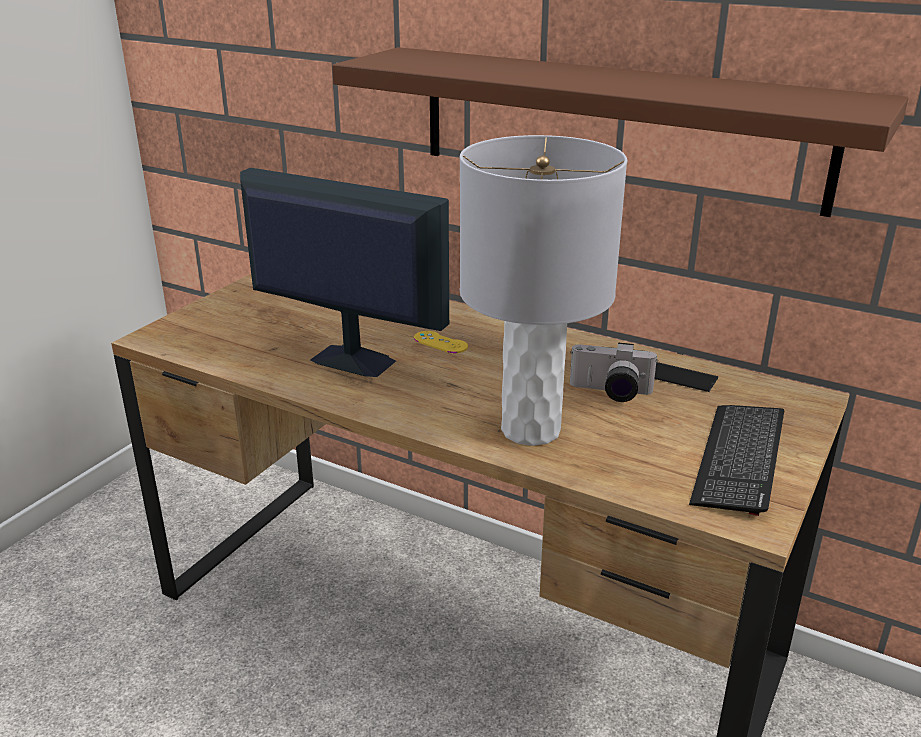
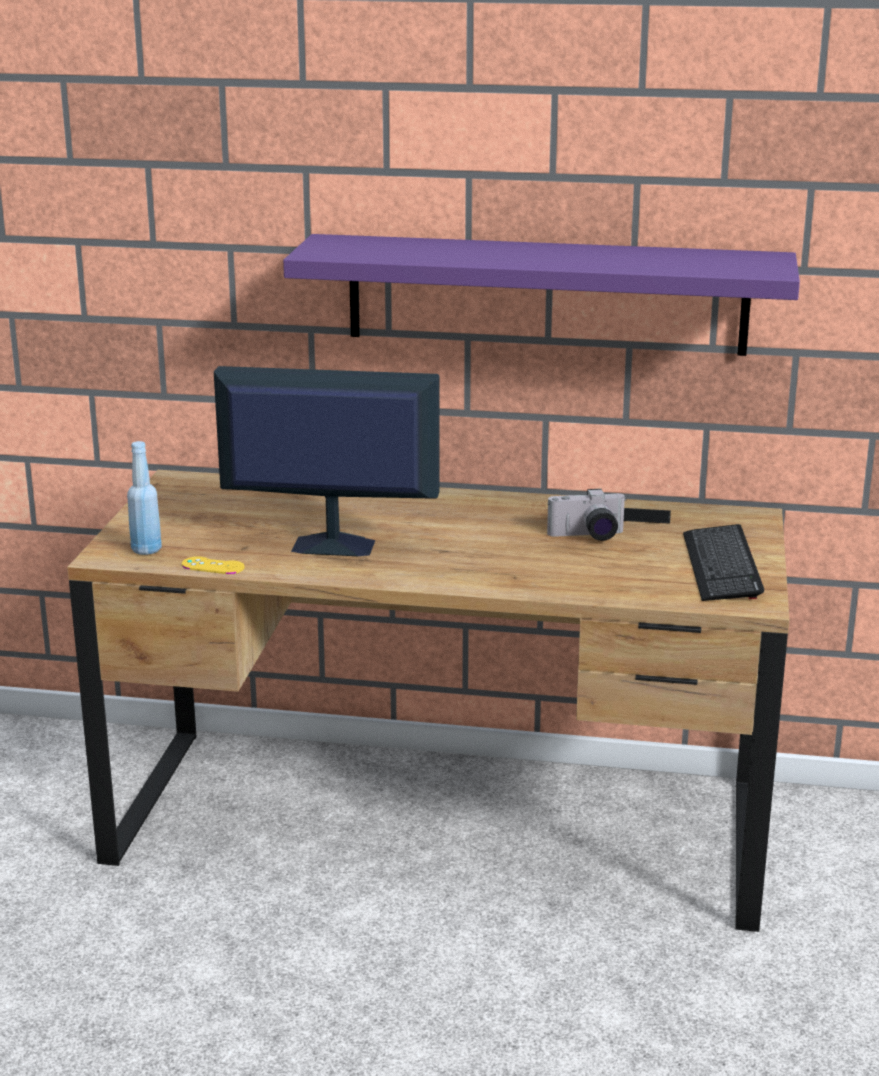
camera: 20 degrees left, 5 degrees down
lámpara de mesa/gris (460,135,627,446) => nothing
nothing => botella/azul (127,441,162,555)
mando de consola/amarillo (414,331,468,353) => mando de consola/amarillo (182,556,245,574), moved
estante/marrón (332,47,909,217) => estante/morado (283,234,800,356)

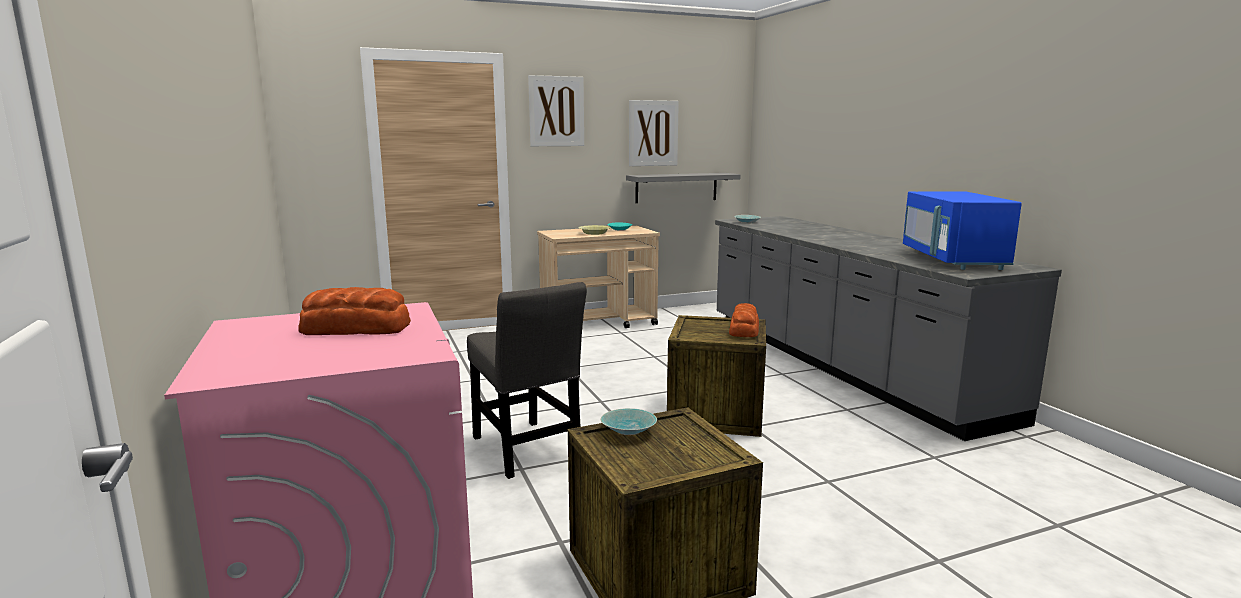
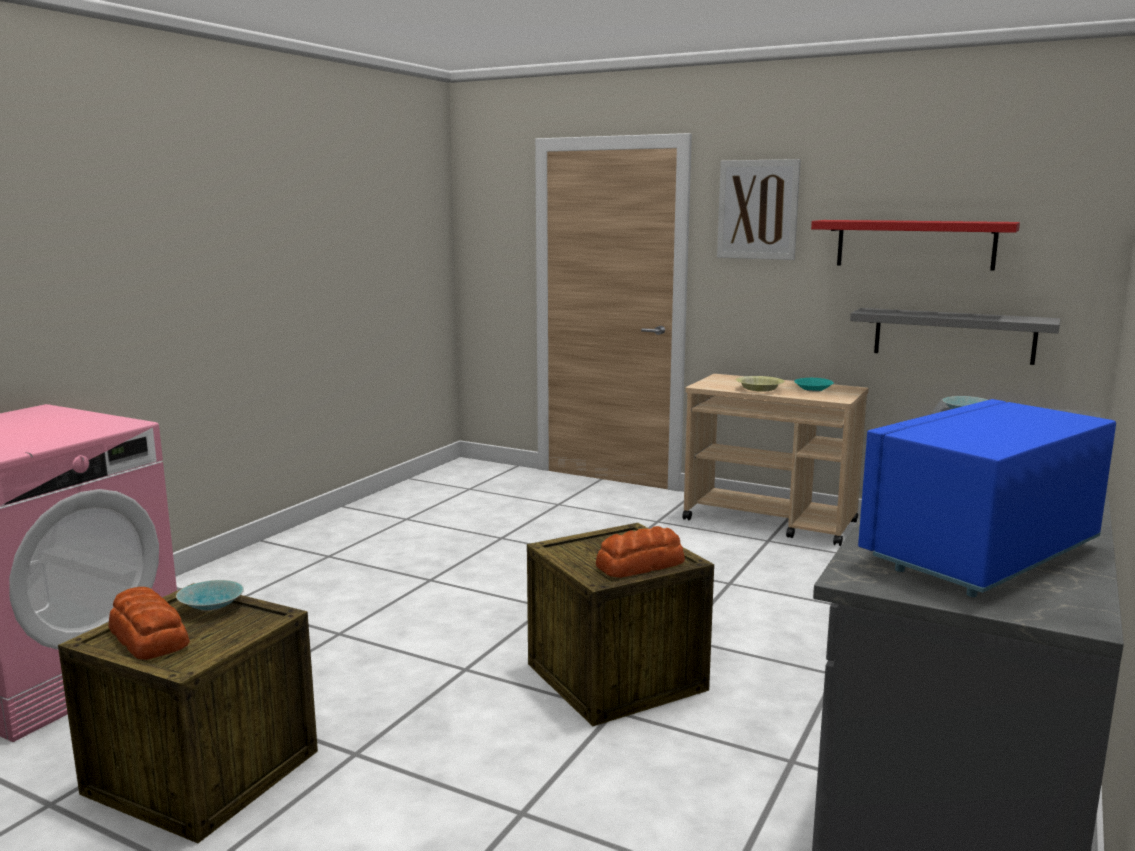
camera: 50 degrees right, 0 degrees up
silla/gris (467,282,587,479) => nothing
pan (298,287,411,335) => pan (109,587,190,660), moved
cuadro (629,100,679,166) => estante/rojo (811,220,1020,271)

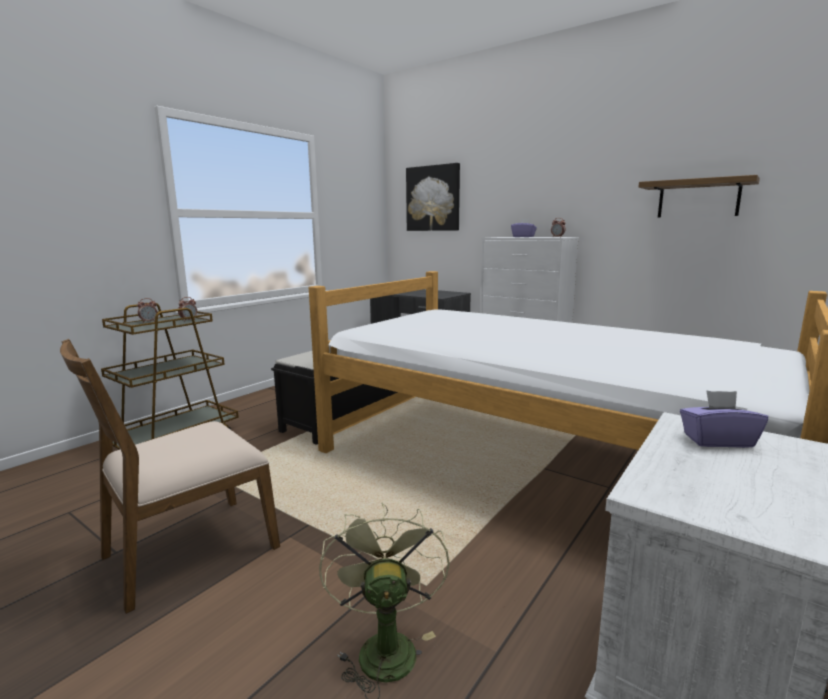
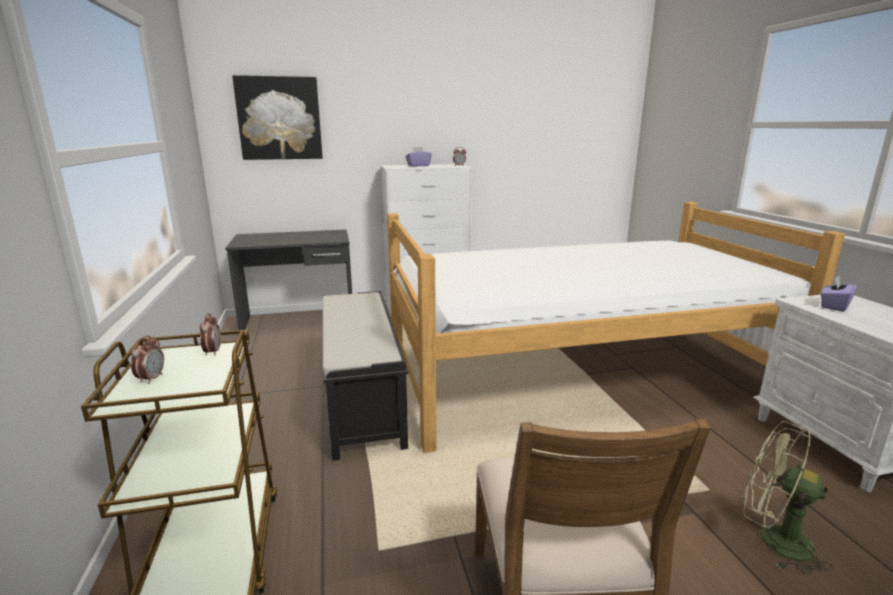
camera: 50 degrees left, 5 degrees up
estante (639,175,760,217) => nothing

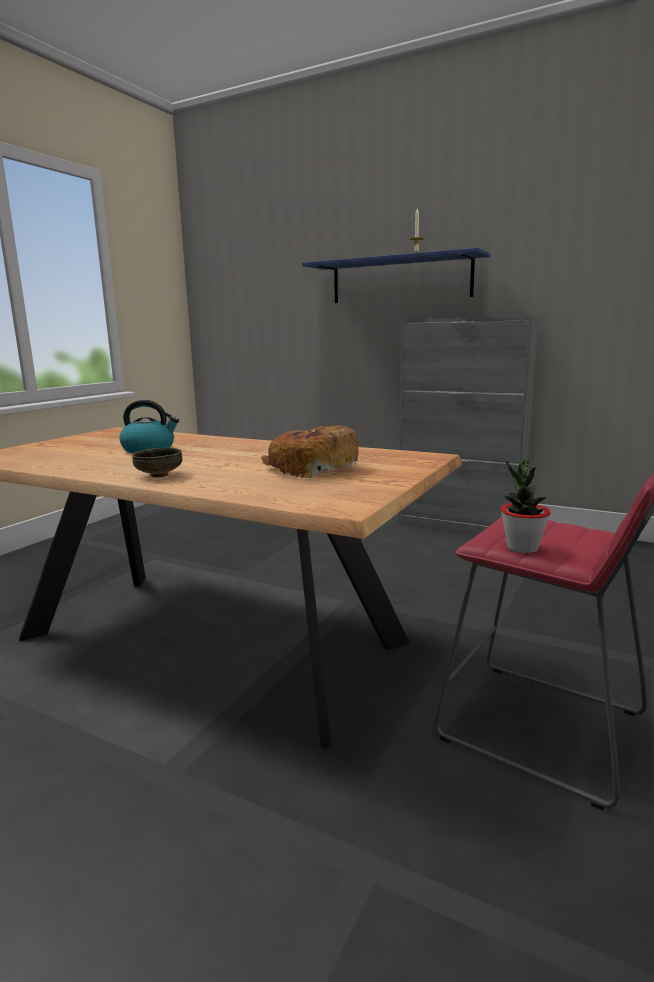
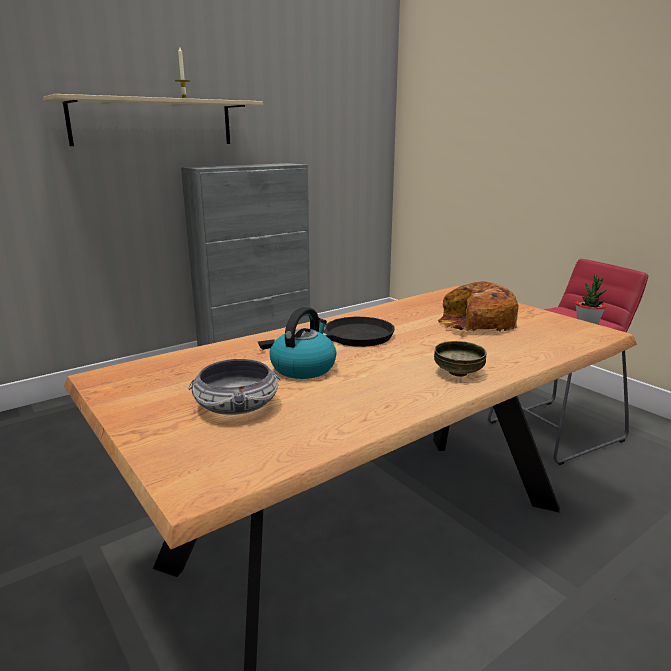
camera: 65 degrees left, 5 degrees up
nothing => cuenco (188,359,281,415)
nothing => sartén/negro (258,317,395,350)
estante/azul (302,248,490,303) => estante/beis (43,94,263,146)

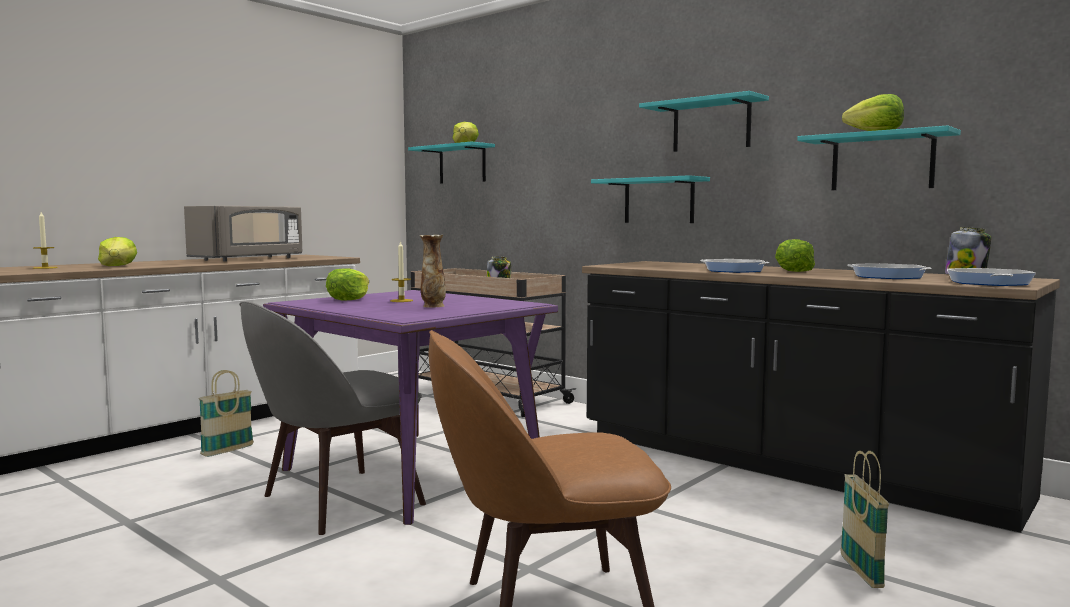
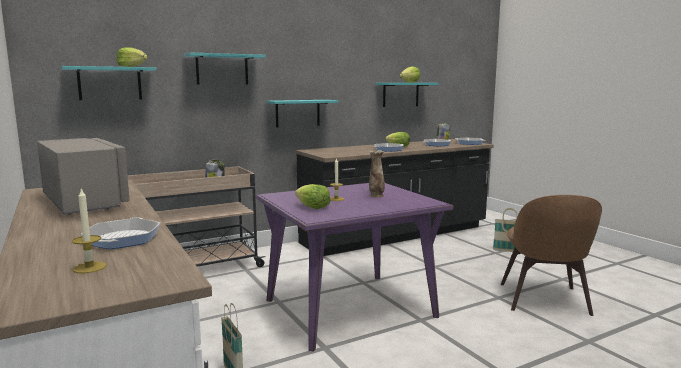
camera: 70 degrees left, 5 degrees up
silla/gris (239,301,426,535) => nothing
estante/turquesa (639,91,769,152) => estante/turquesa (184,52,266,84), moved
lechuga (98,237,137,266) => sartén (81,217,160,249)

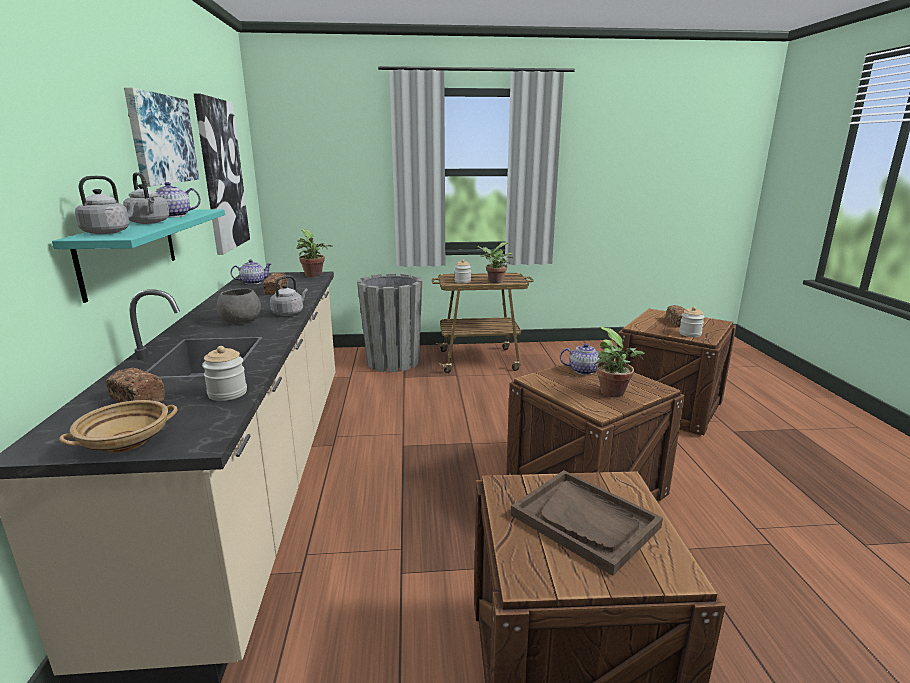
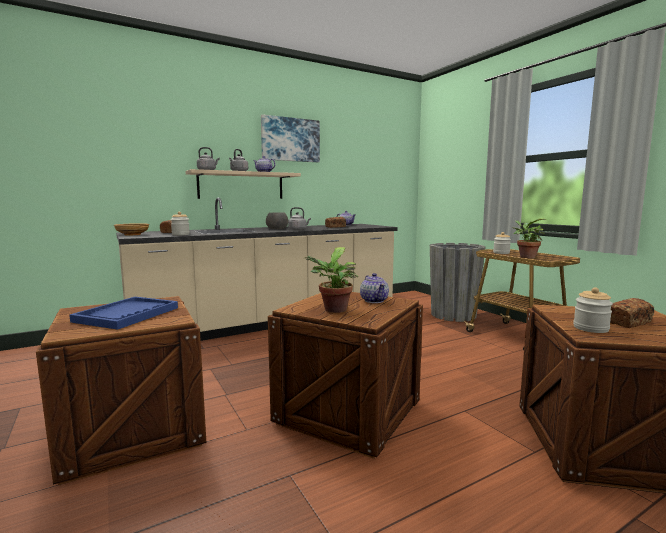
camera: 65 degrees right, 10 degrees down
cuadro (194,94,250,255) => nothing
planta en maceta (296,229,333,277) => nothing
estante/turquesa (52,209,225,303) => estante/beis (186,169,301,199)
bandeja/marrón (511,470,663,576) => bandeja/azul (69,297,178,330)

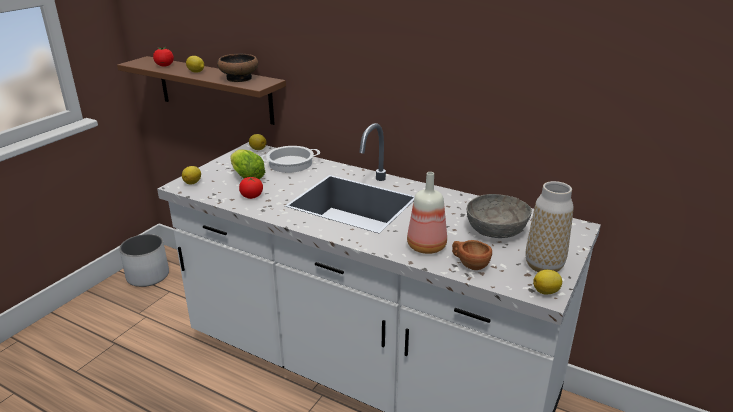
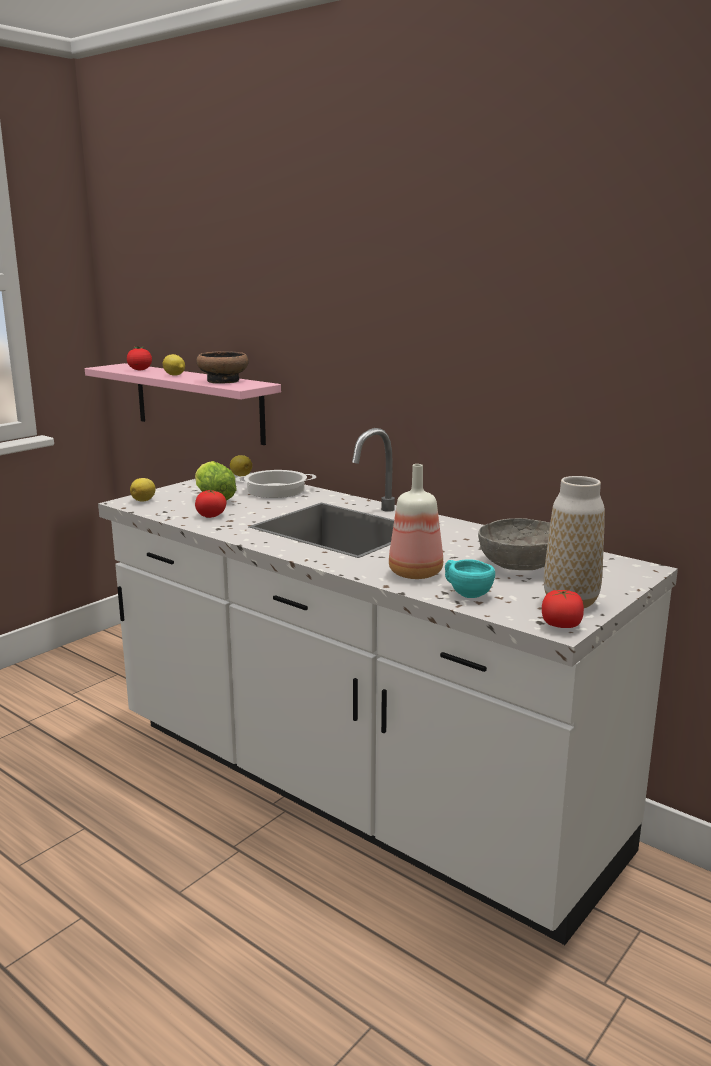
camera: 10 degrees right, 10 degrees down
maceta/blanco (119,234,169,287) => nothing
limón (533,270,562,294) => tomate (542,589,584,628)
estante/marrón (117,56,286,125) => estante/rosa (85,363,281,445)
taza/marrón (452,240,492,270) => taza/turquesa (445,559,495,598)

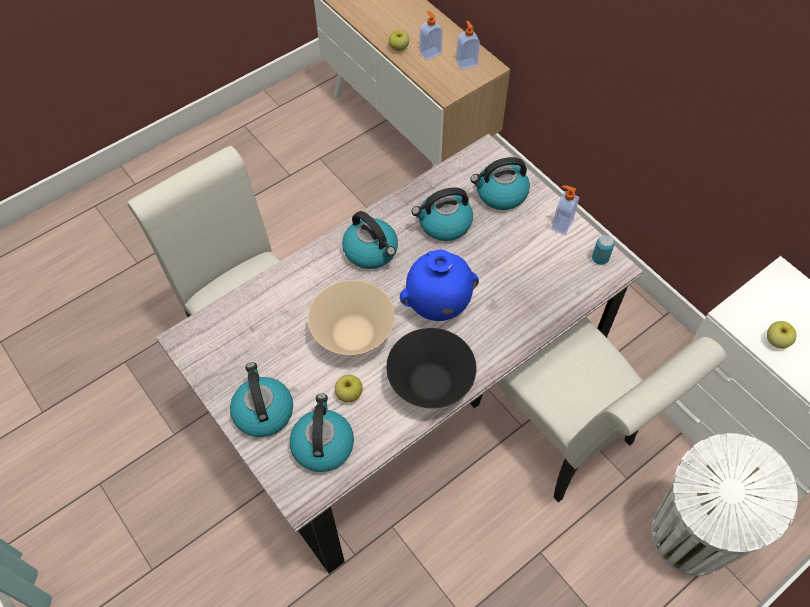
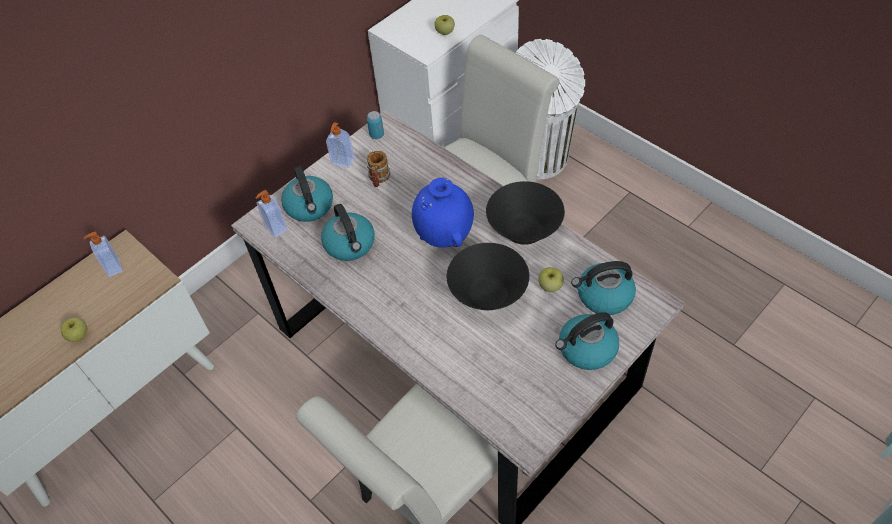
camera: 95 degrees left, 5 degrees down
hervidor (342,211,398,269) => nothing
nothing => taza grande (367,151,390,187)
dispensador de jabón (419,11,443,60) => dispensador de jabón (255,190,288,238), moved
cuenco/beis (308,280,395,355) => cuenco/negro (447,243,529,310)

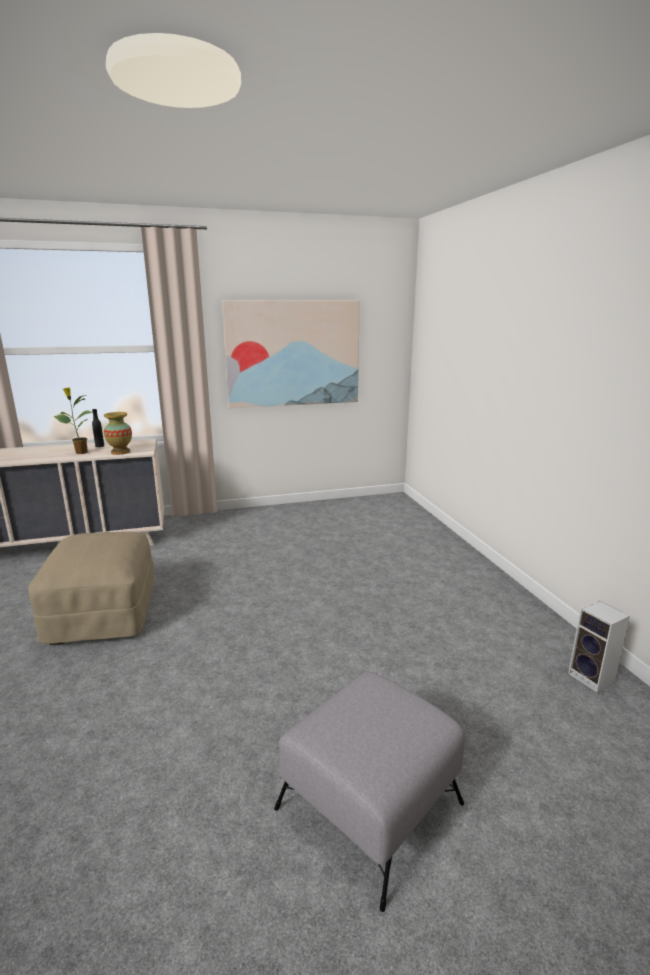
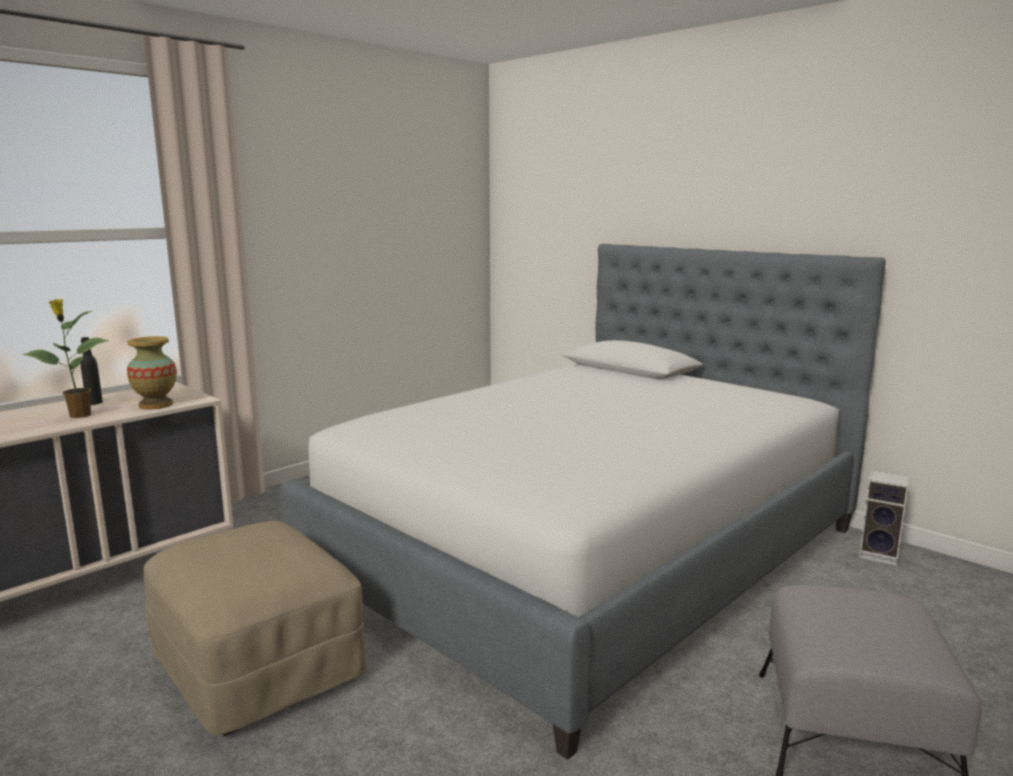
camera: 30 degrees left, 5 degrees down
cuadro (222,300,360,408) => nothing
nothing => cama (280,244,886,760)

